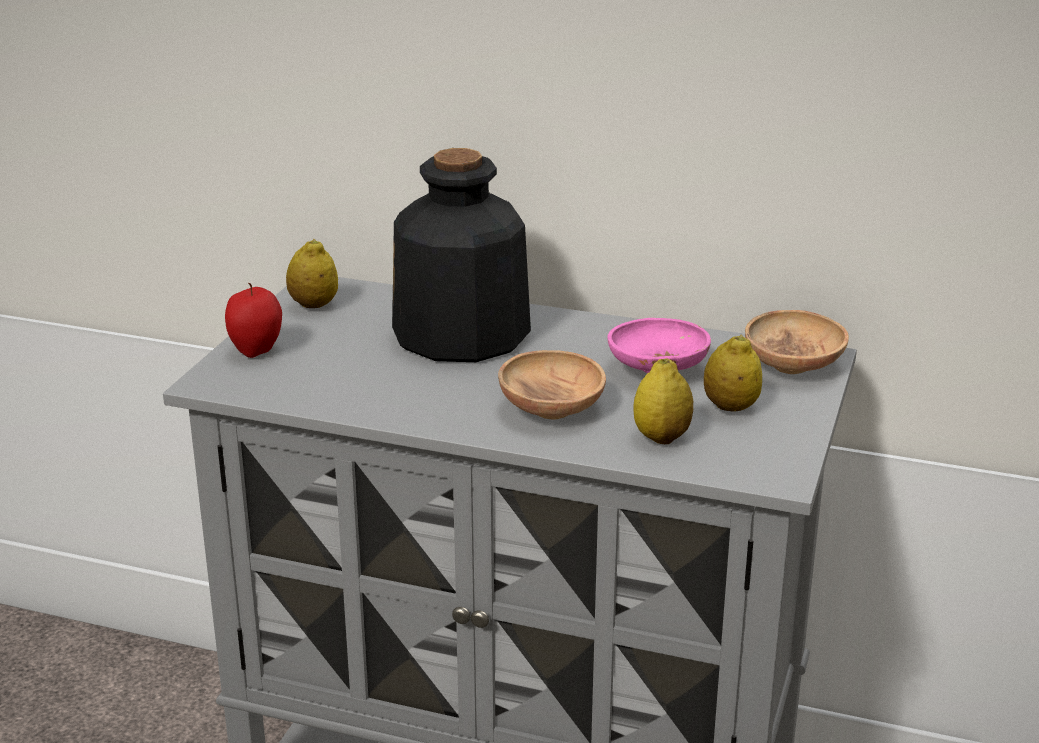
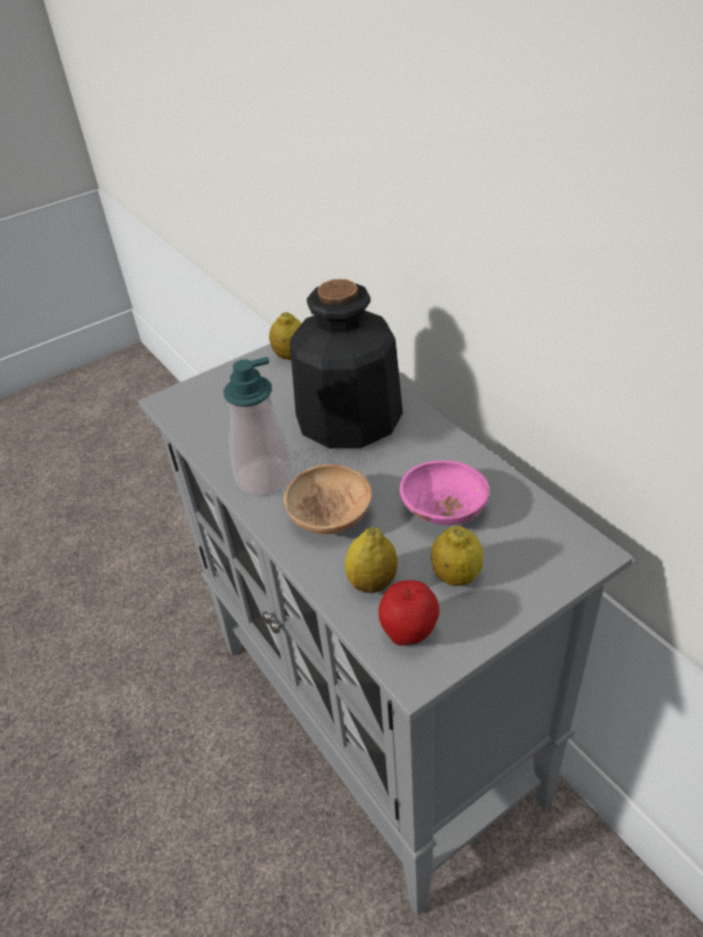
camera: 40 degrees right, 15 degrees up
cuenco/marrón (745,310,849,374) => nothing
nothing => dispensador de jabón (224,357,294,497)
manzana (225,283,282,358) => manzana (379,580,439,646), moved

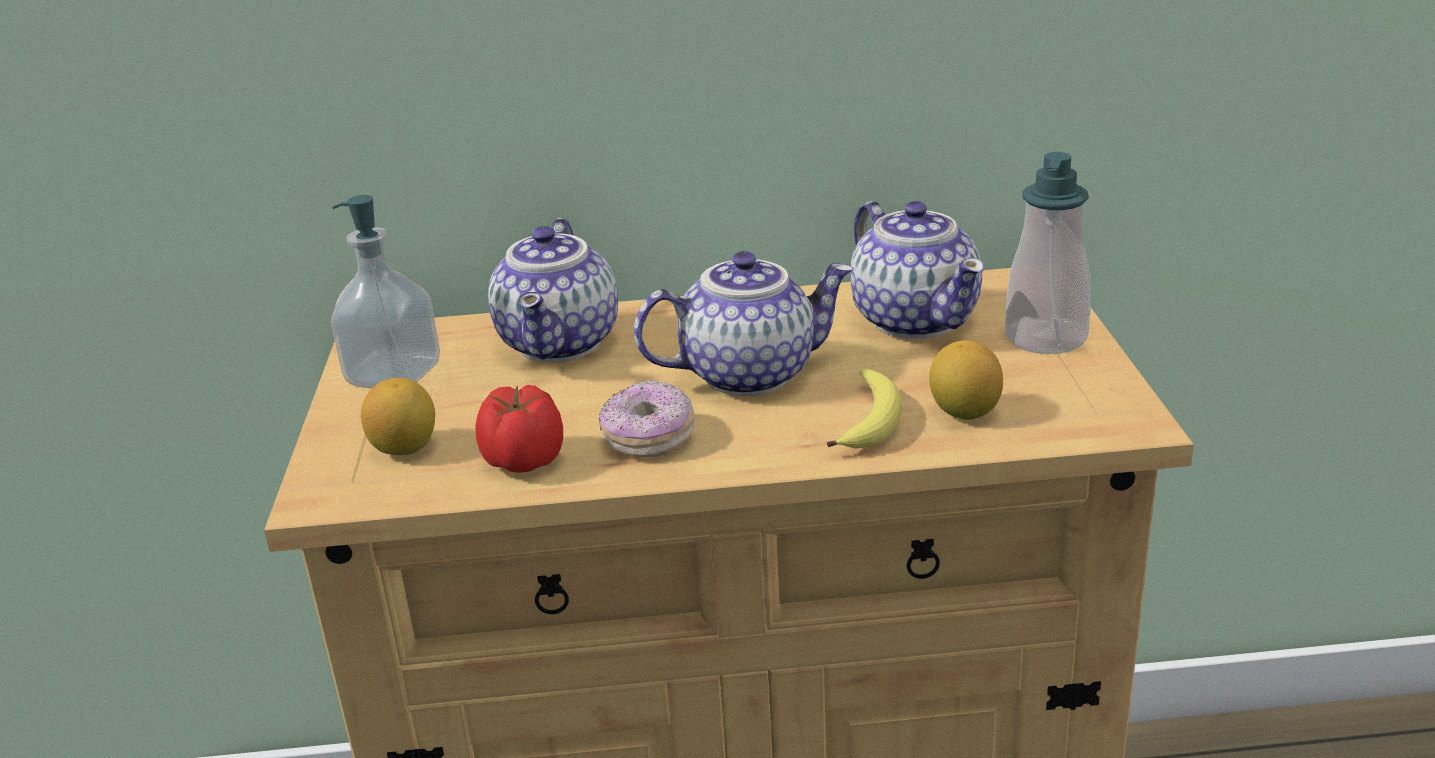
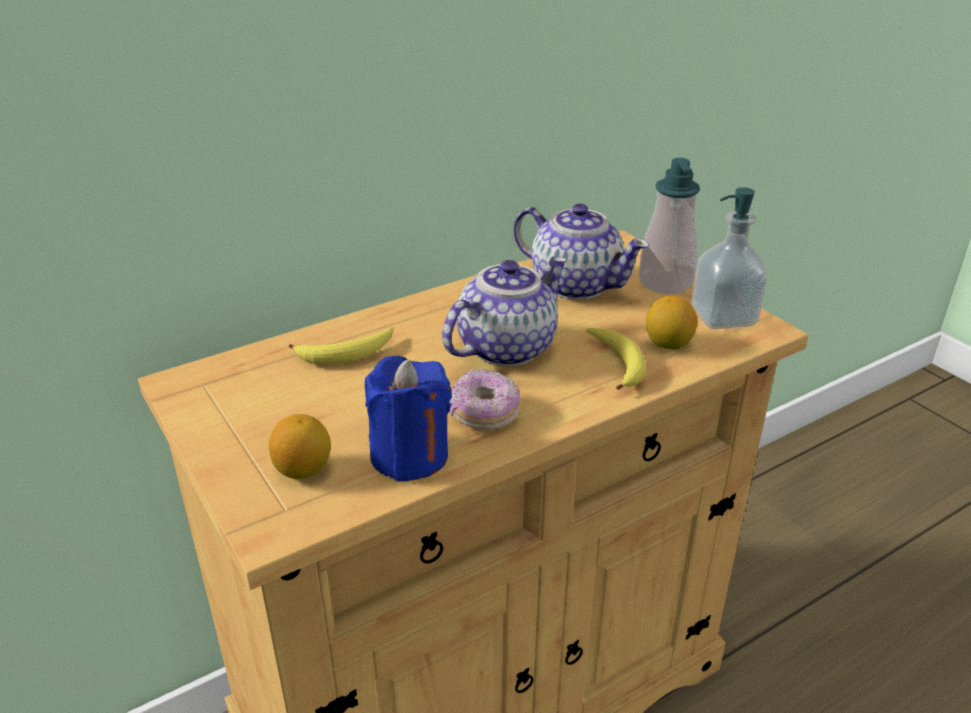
camera: 30 degrees left, 5 degrees up
dispensador de jabón (331,195,440,389) => dispensador de jabón (692,187,767,329), moved
tomate (475,385,563,473) => vela/azul (365,356,452,482)
tetera (488,218,618,362) => plátano (289,327,394,365)

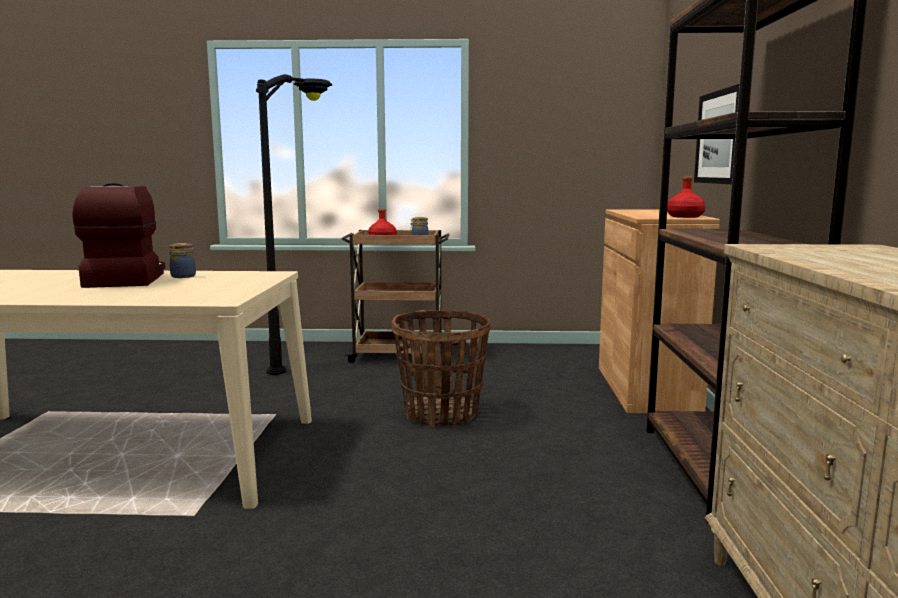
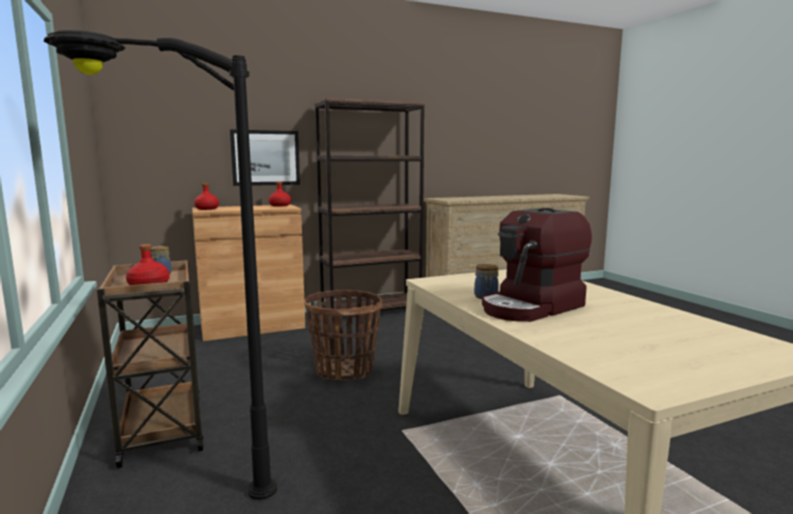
camera: 115 degrees left, 0 degrees up
nothing => botella/rojo (194,183,219,210)

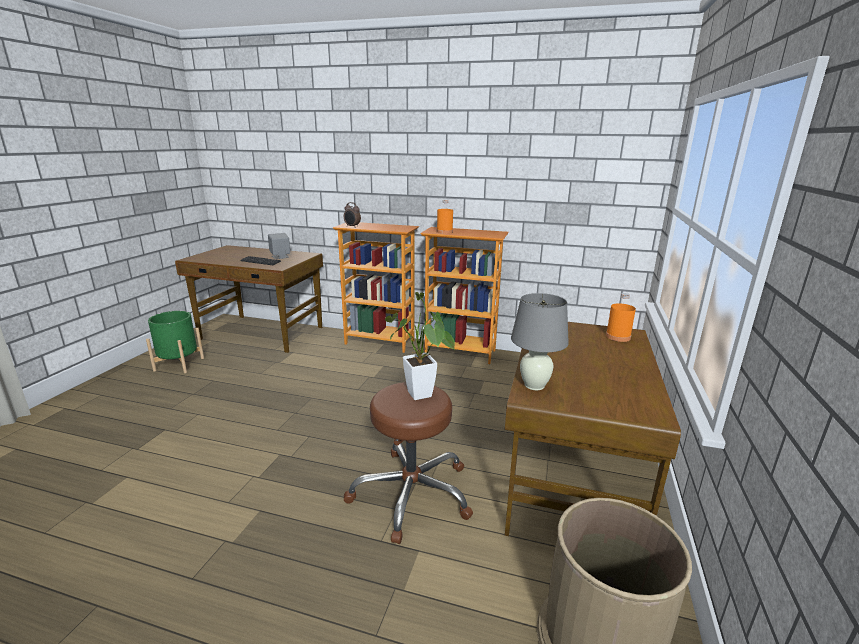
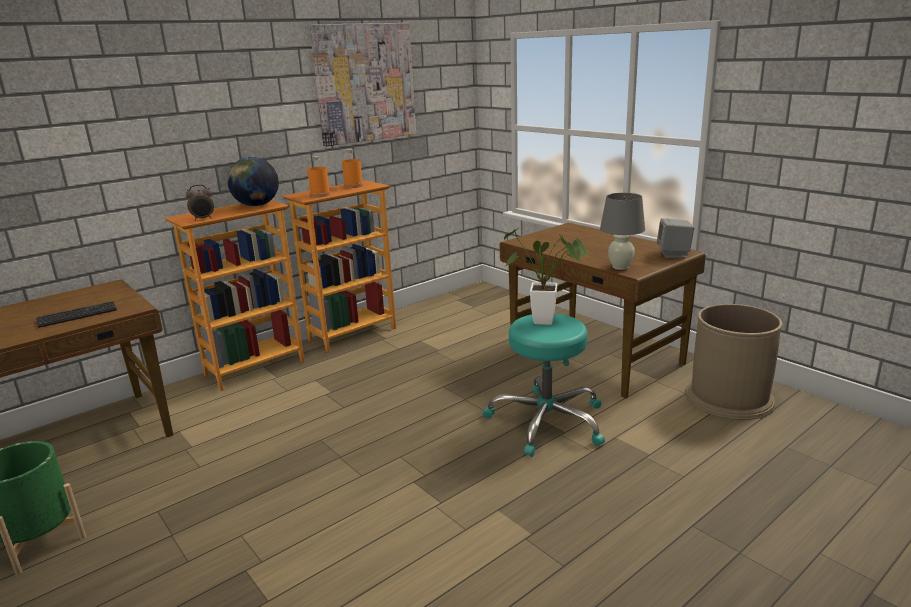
camera: 55 degrees left, 0 degrees up
nothing => globo terráqueo (227,157,279,206)
nothing => cuadro (310,23,416,146)
altavoz/gris (268,233,290,259) => altavoz/gris (657,218,694,258), moved
botella/naranja (606,293,636,342) => botella/naranja (342,149,363,188), moved
taburete/marrón (344,382,473,544) => taburete/turquesa (483,313,605,457)

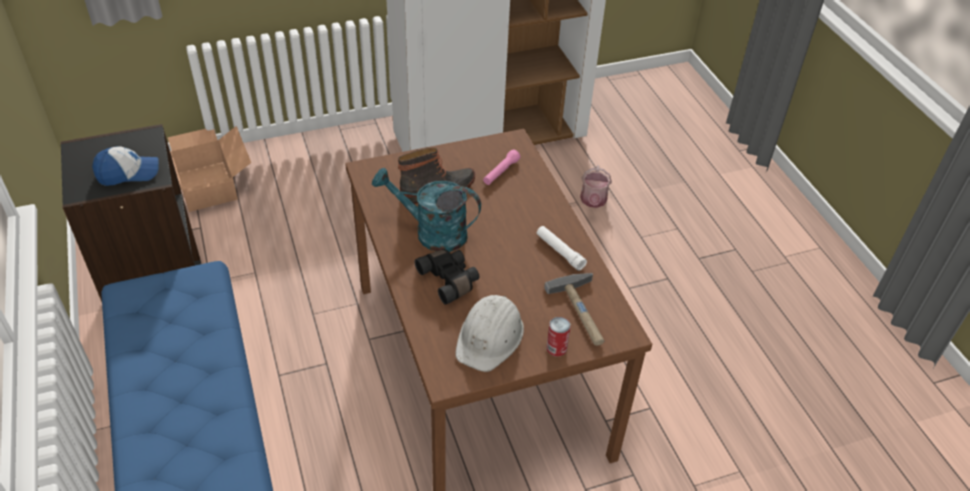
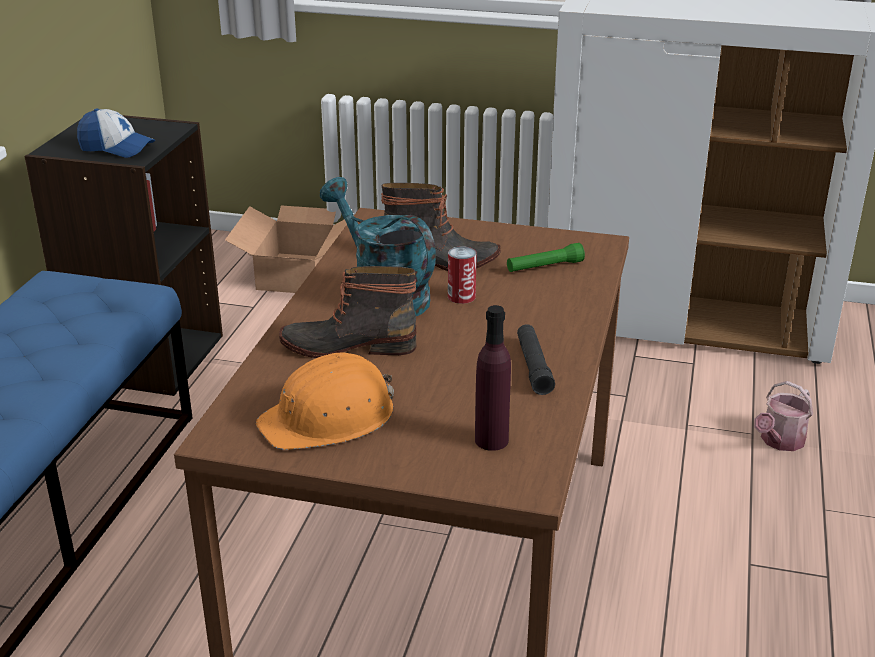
camera: 35 degrees right, 15 degrees down
lata (546,317,571,357) => lata (448,246,477,304), moved
prismáticos/negro (414,249,480,305) => bota (279,266,416,358)
martillo (544,273,604,346) => botella/morado (475,305,511,451)
casco/blanco (455,295,524,372) => casco/naranja (256,352,394,450)
linterna/rosa (483,149,520,185) => linterna/verde (507,243,585,272)
linterna/blanco (537,226,587,271) => linterna/negro (517,324,555,395)

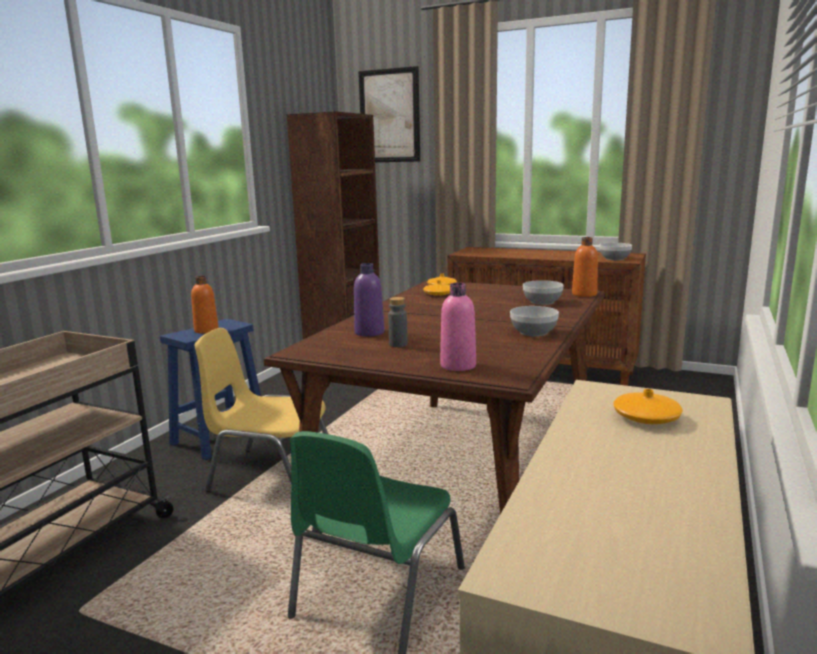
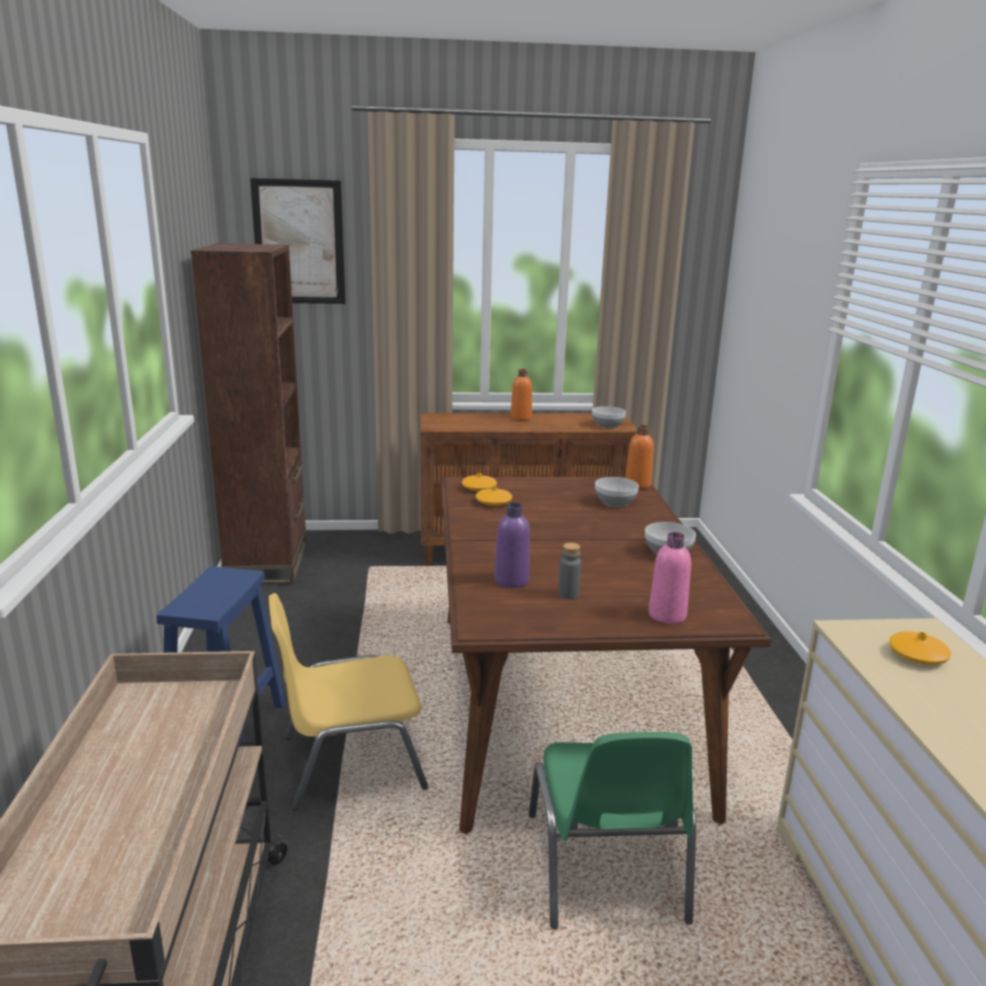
camera: 30 degrees left, 5 degrees up
botella/naranja (191,276,219,334) => botella/naranja (511,369,532,421), moved

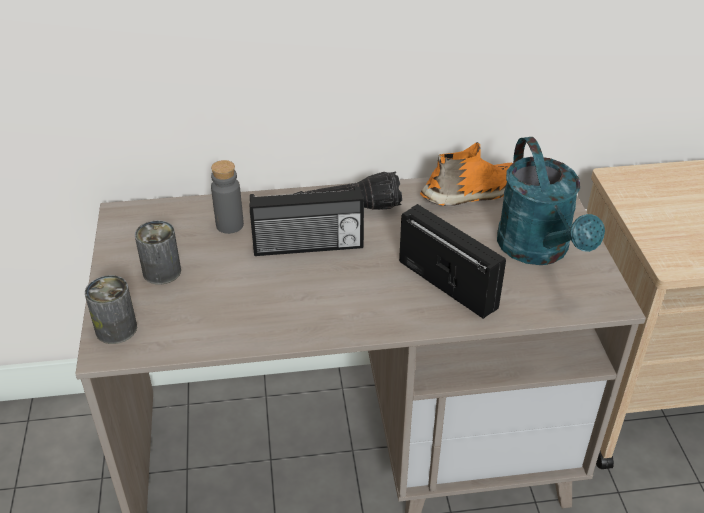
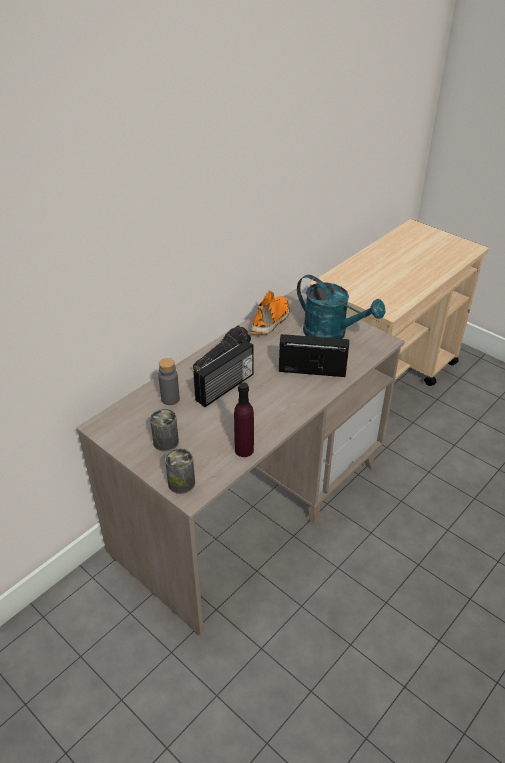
camera: 40 degrees left, 0 degrees up
nothing => botella/morado (234,382,254,457)

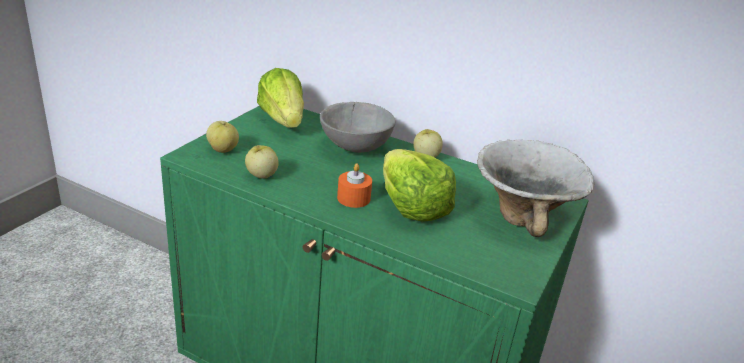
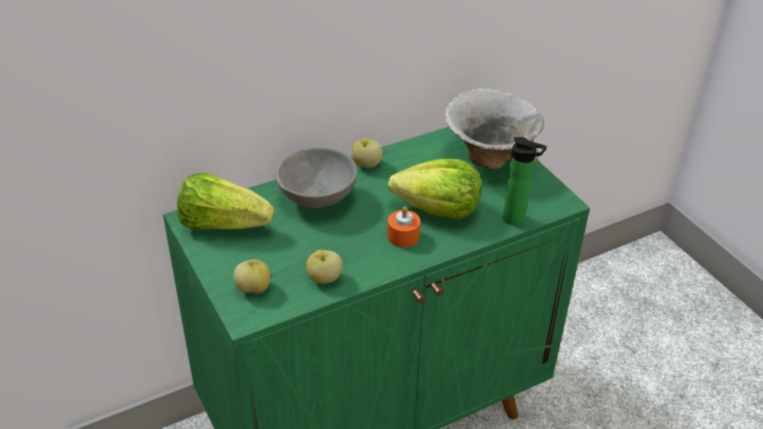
camera: 55 degrees left, 10 degrees up
nothing => botella (503,137,547,225)

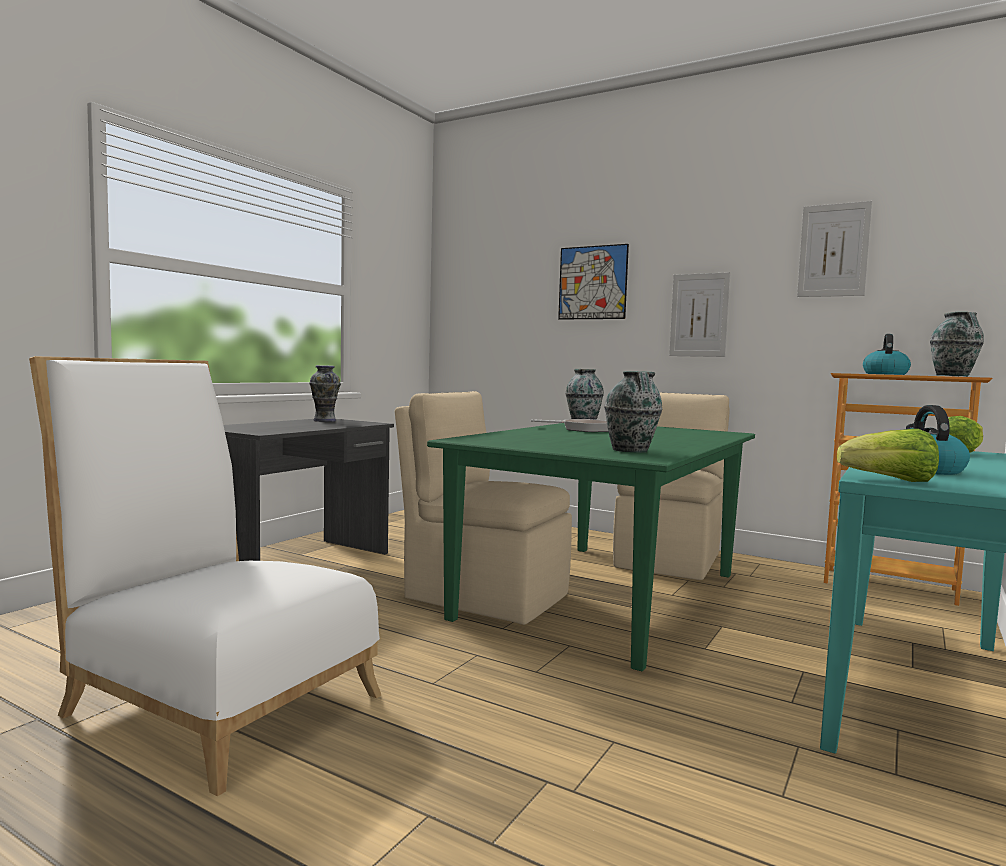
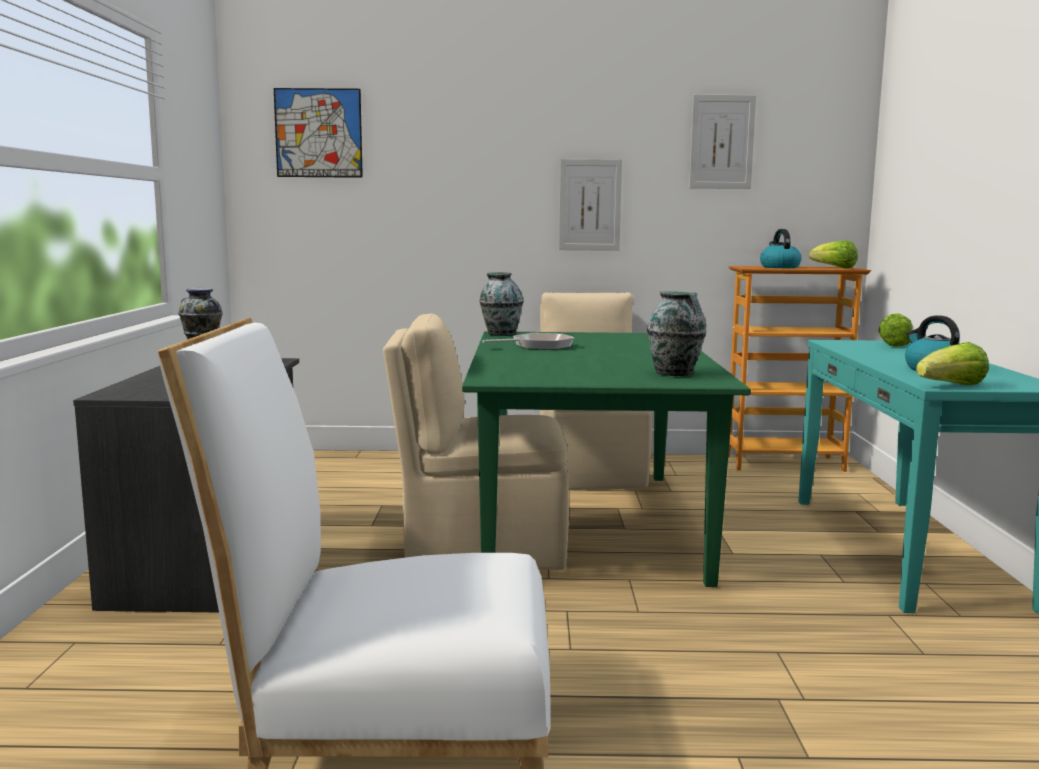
camera: 30 degrees left, 5 degrees up
cuadro (558,244,629,320) => cuadro (274,88,363,178), moved
florero (930,312,984,377) => lechuga (809,240,857,268)

